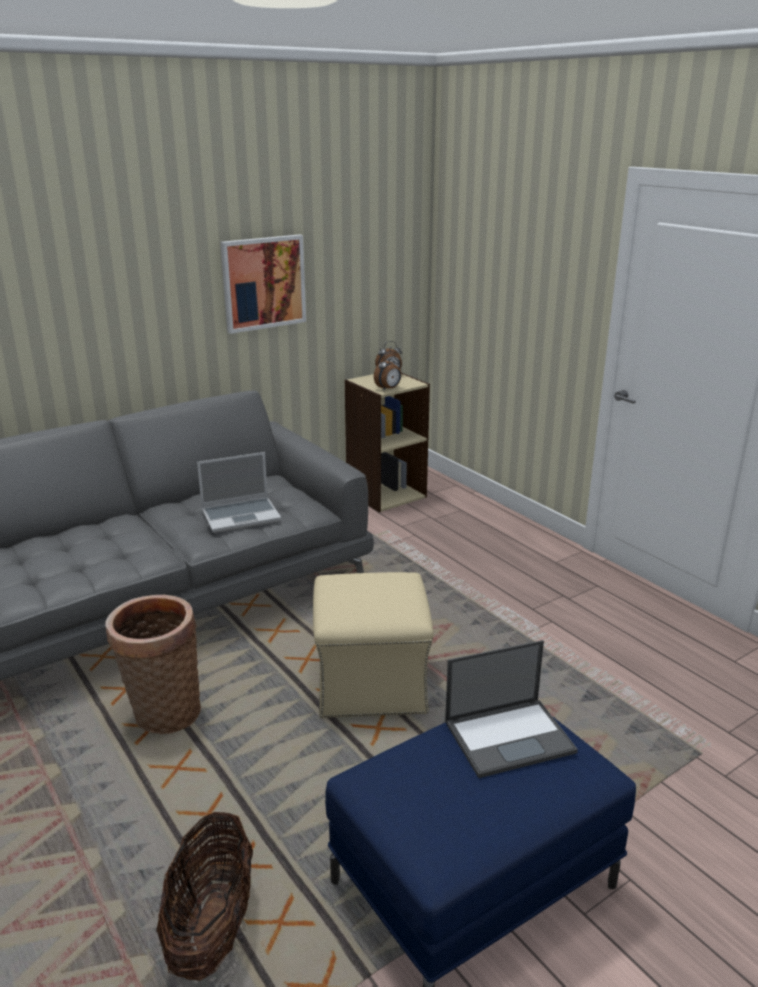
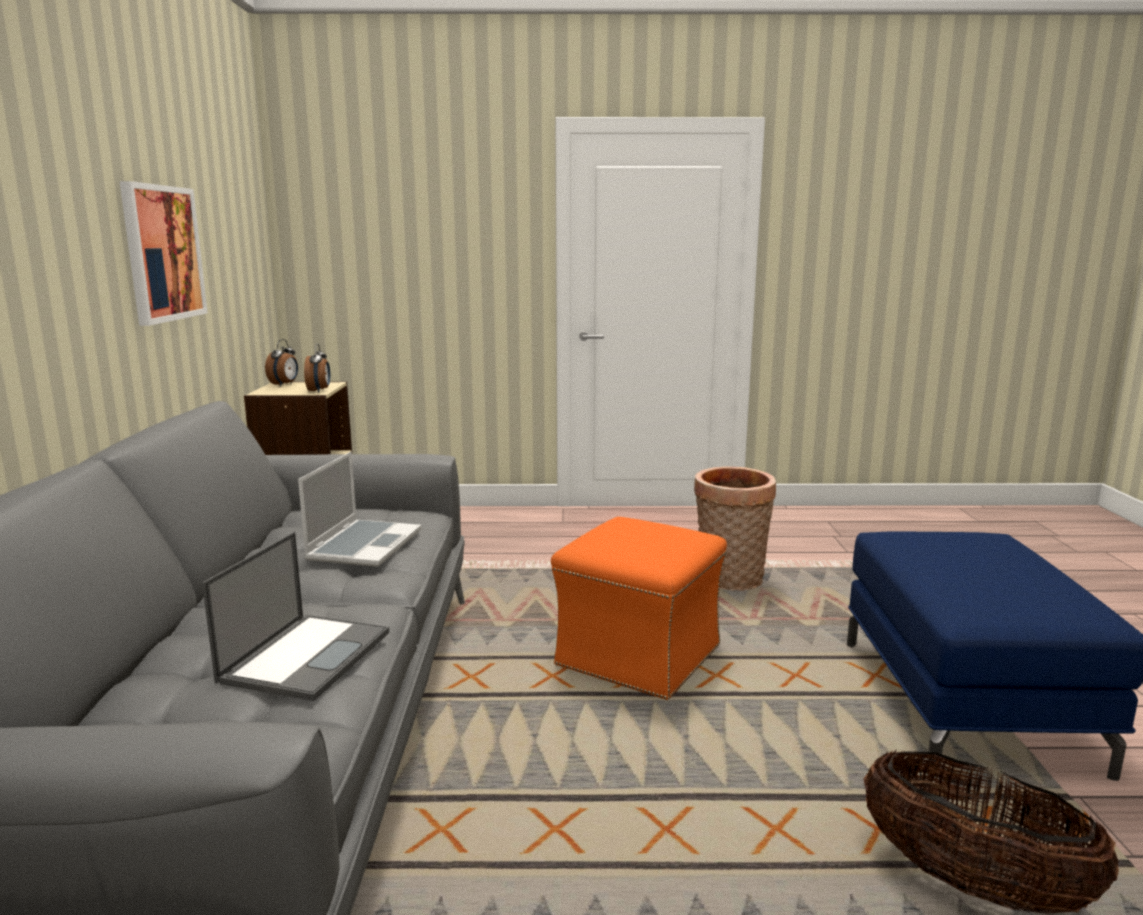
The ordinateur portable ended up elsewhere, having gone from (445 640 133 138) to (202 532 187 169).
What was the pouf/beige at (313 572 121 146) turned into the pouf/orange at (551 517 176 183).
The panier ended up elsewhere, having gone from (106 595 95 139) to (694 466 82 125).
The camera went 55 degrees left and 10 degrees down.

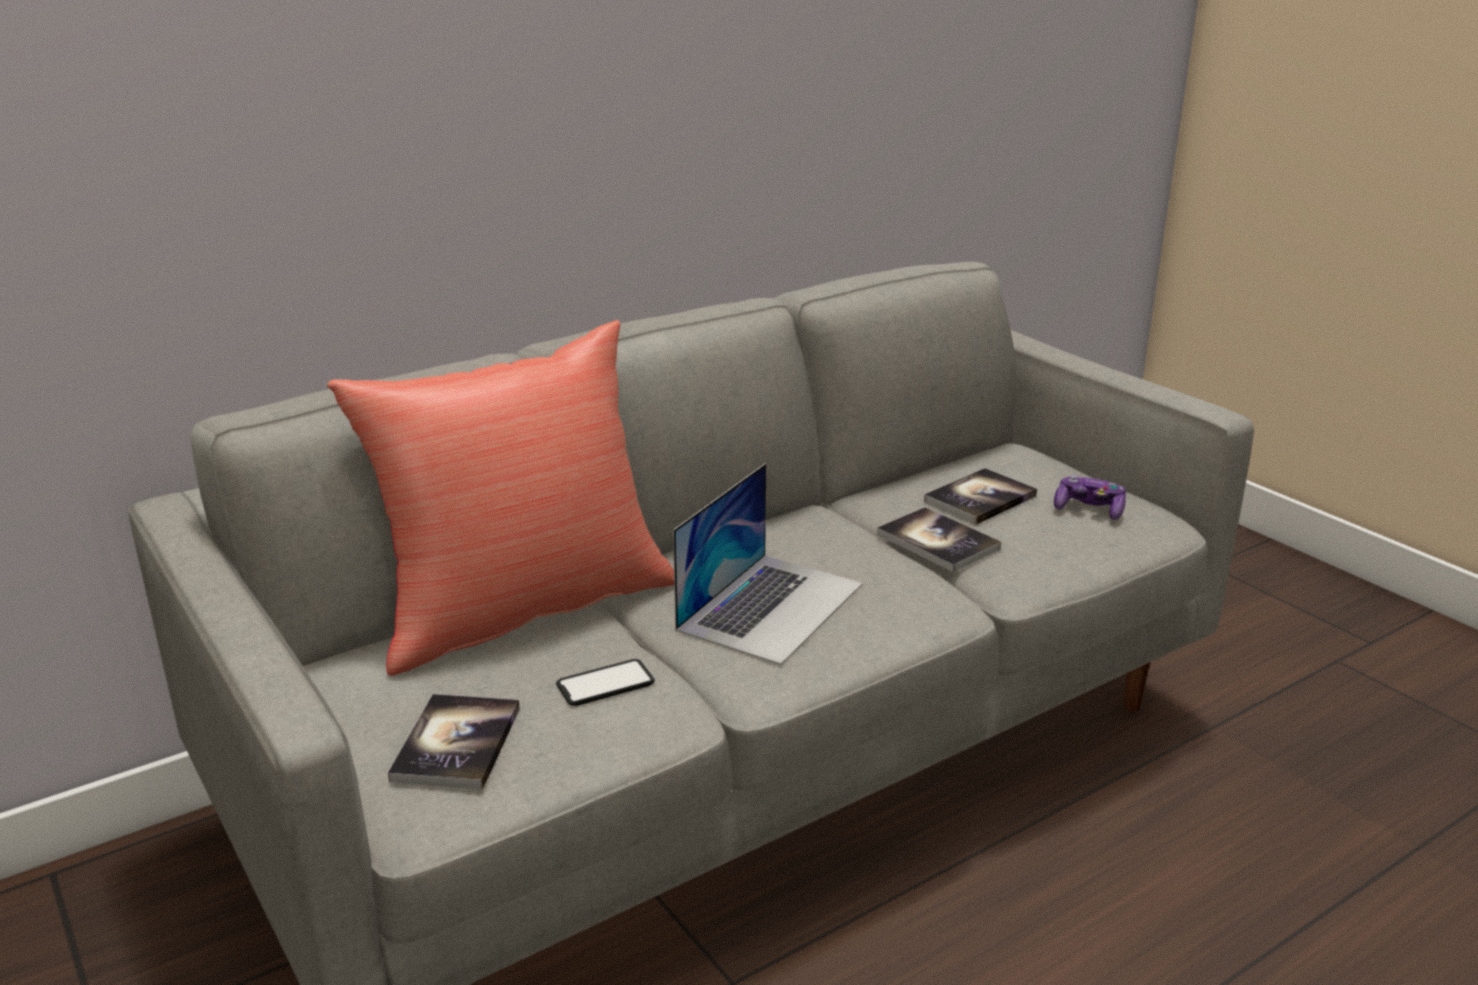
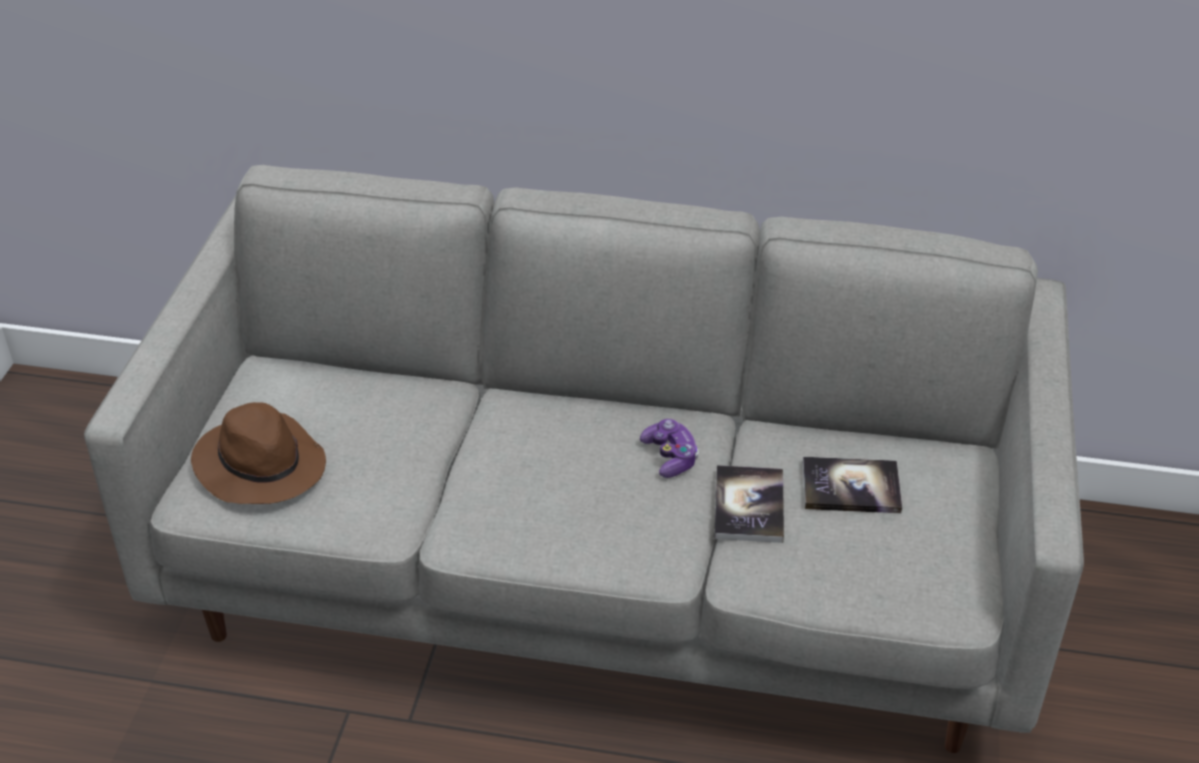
Where the livre stood at (388 694 132 96), the chapeau/marron came to stand at (191 402 135 102).
The manette ended up elsewhere, having gone from (1054 475 72 45) to (640 419 59 59).
The second view lost the coussin/rouge at (327 320 347 356).
The second view lost the téléphone at (556 659 99 47).
The second view lost the ordinateur portable at (673 463 190 202).
The camera went 45 degrees right and 15 degrees up.

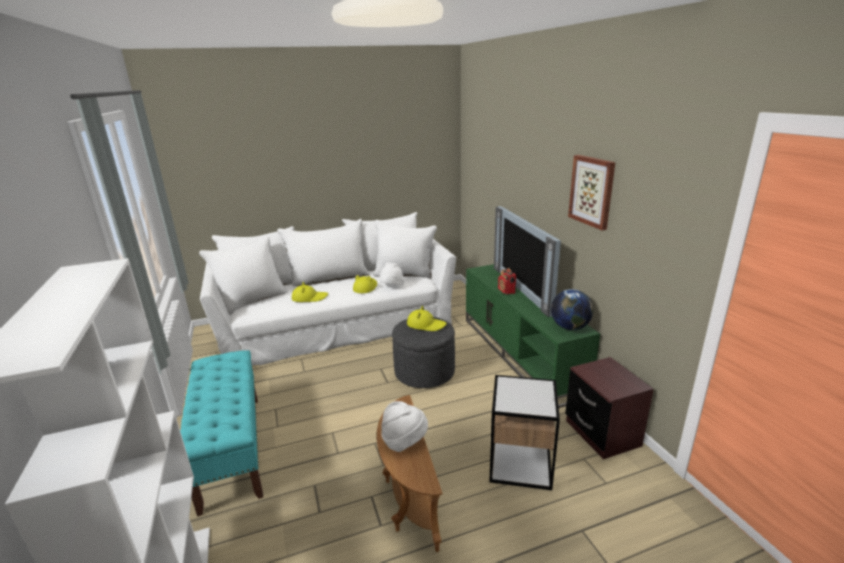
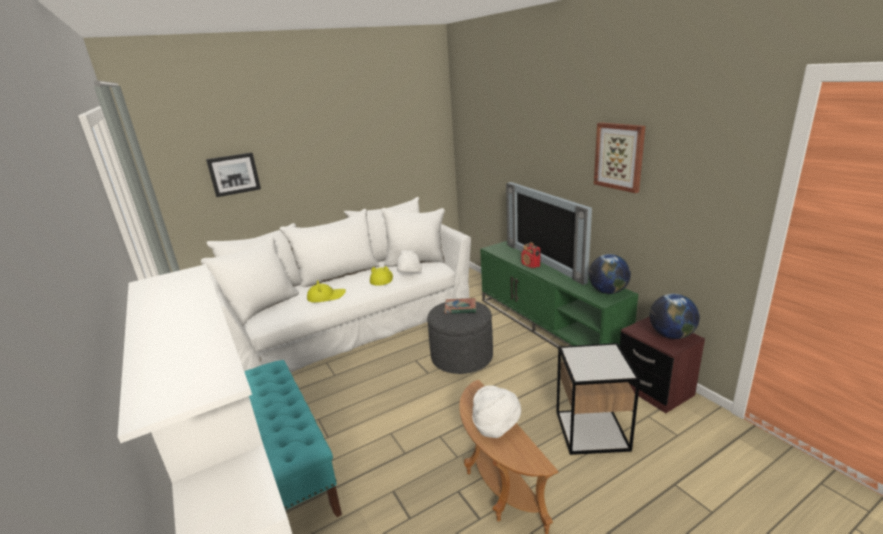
The second view gained the tableau at (206 152 55 45).
Where the chapeau/jaune stood at (407 306 40 25), the livre came to stand at (444 298 32 16).
The second view gained the globe at (650 294 50 45).
The camera went 10 degrees left and 0 degrees up.

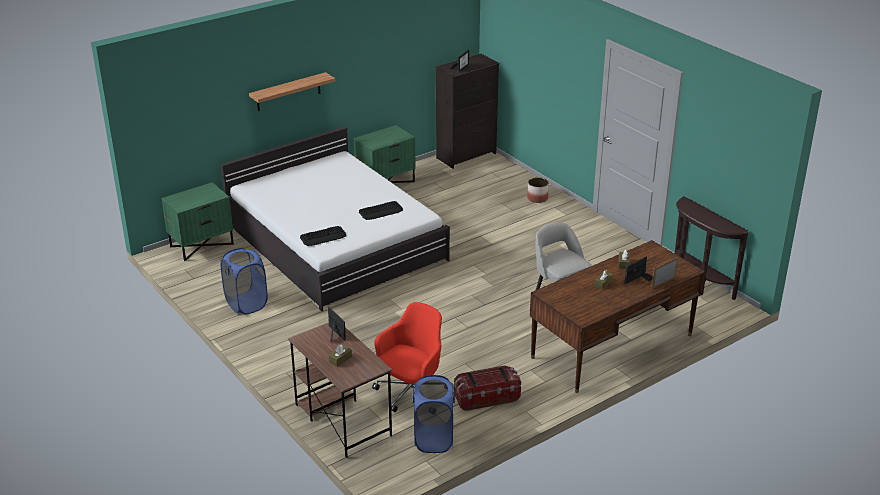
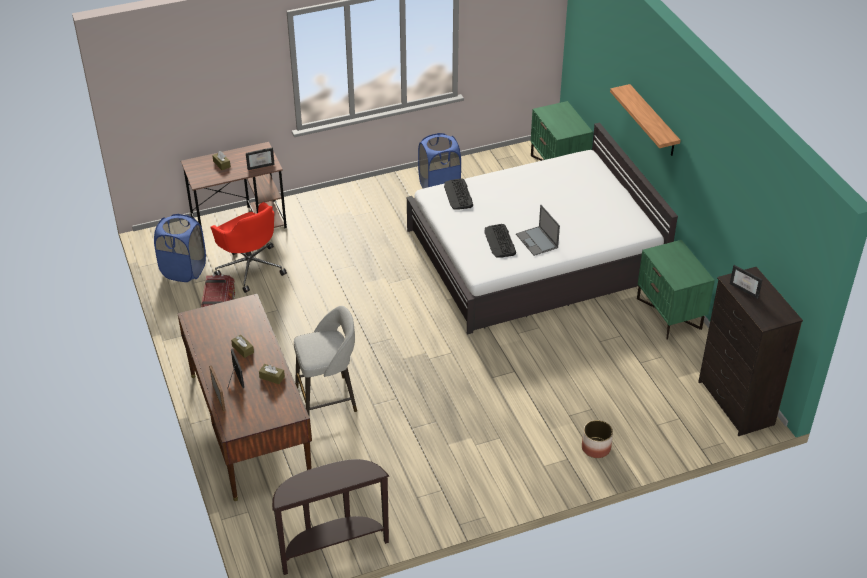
The second view gained the ordinateur portable at (516 205 44 51).
The camera went 105 degrees right and 10 degrees up.

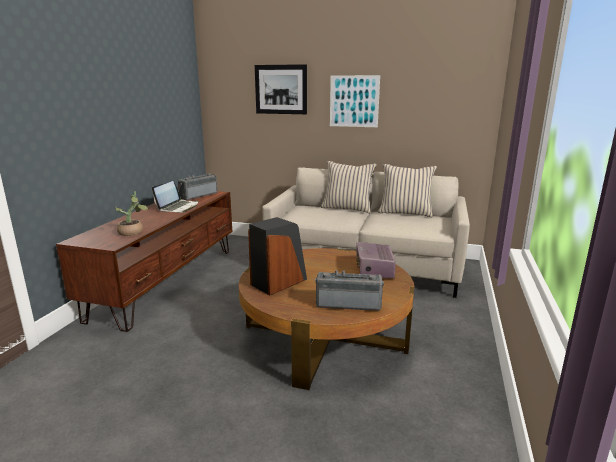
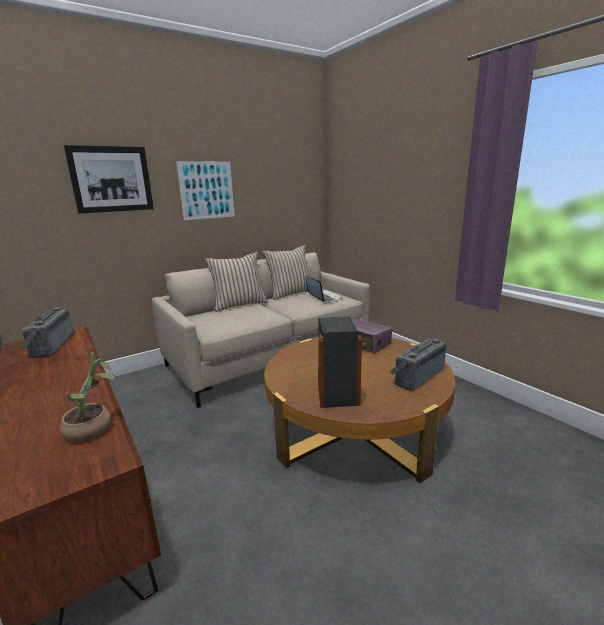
The ordinateur portable ended up elsewhere, having gone from (152 181 46 32) to (306 276 36 27).
The camera went 50 degrees left and 0 degrees up.

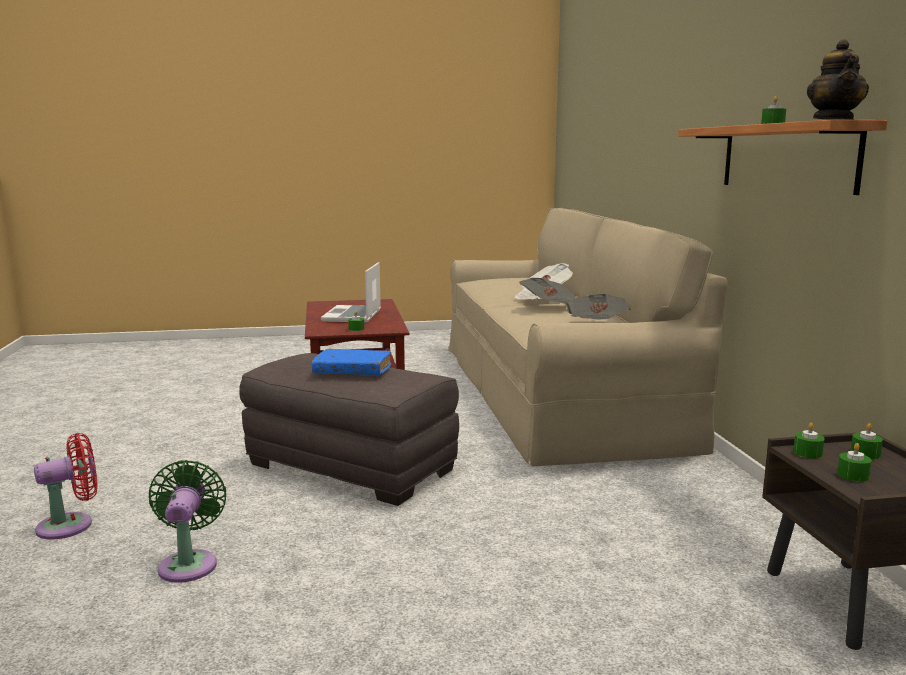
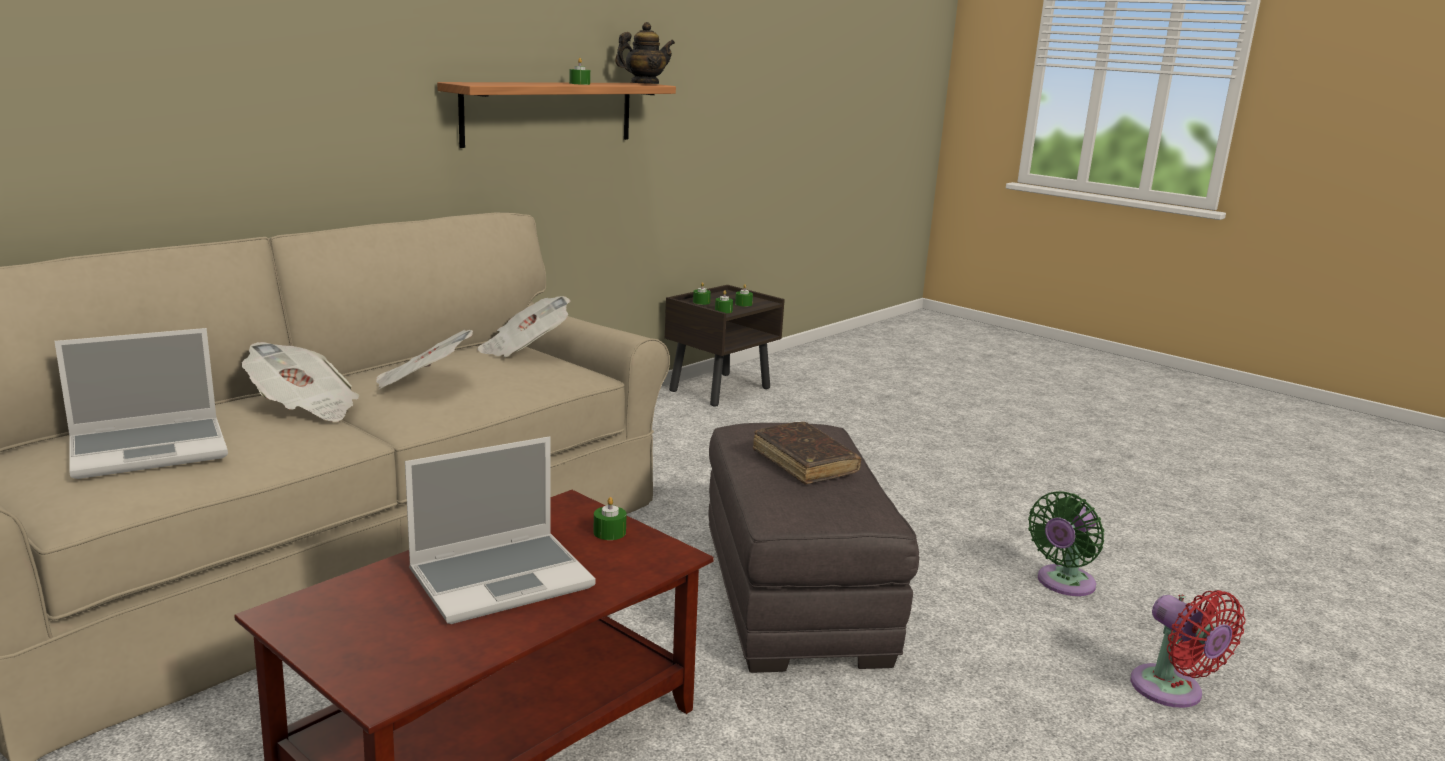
The second view gained the ordinateur portable at (54 328 174 151).
What was the livre/bleu at (312 349 79 26) turned into the livre/marron at (753 422 108 62).
The ventilateur/rouge at (34 433 63 107) ended up facing another way, 135 degrees counterclockwise from before.
The camera went 130 degrees left and 5 degrees up.

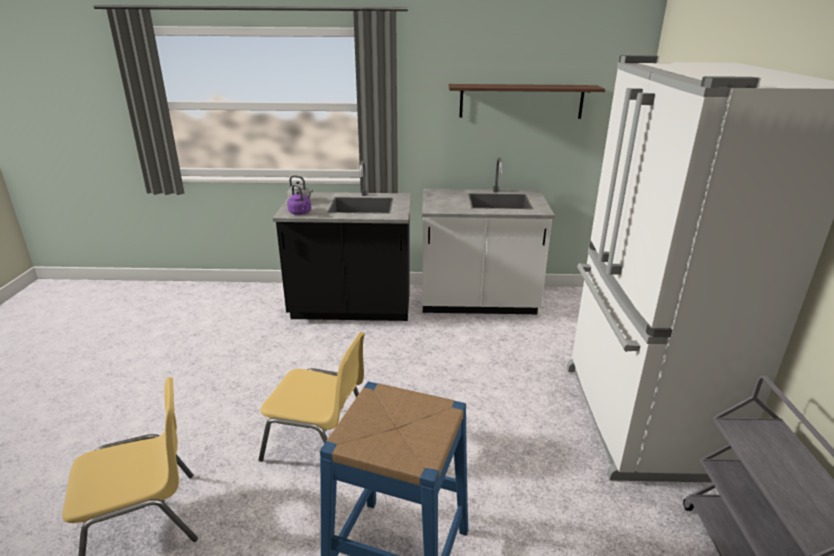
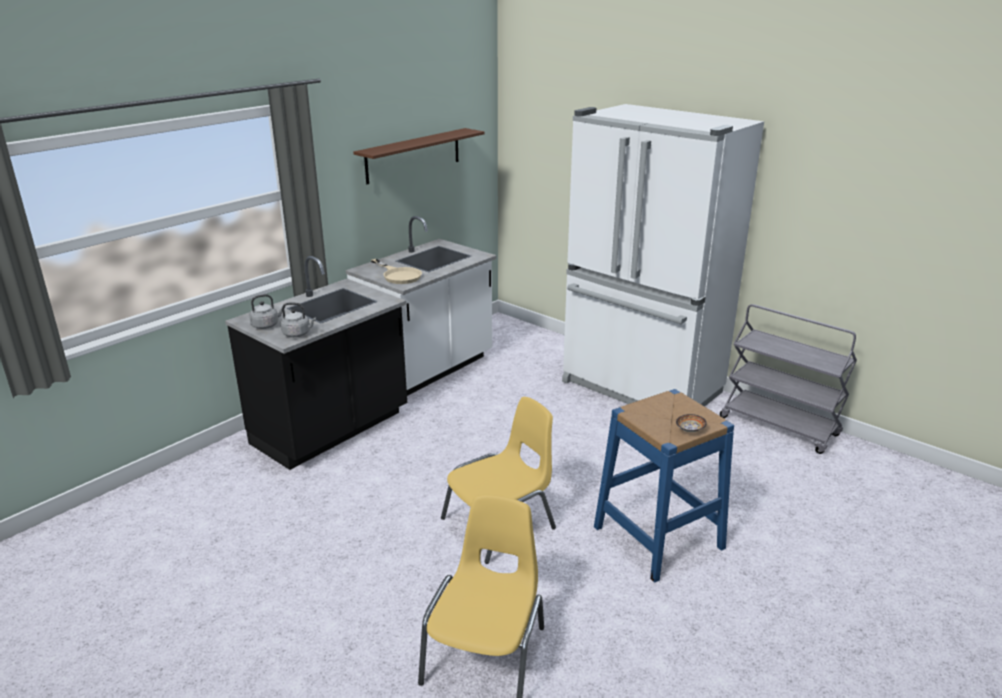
What was the bouilloire/violet at (287 185 24 30) turned into the bouilloire/gris at (281 303 35 34).
The second view gained the poêle/beige at (371 259 51 25).
The second view gained the bol at (676 414 31 18).
The camera went 50 degrees left and 0 degrees up.

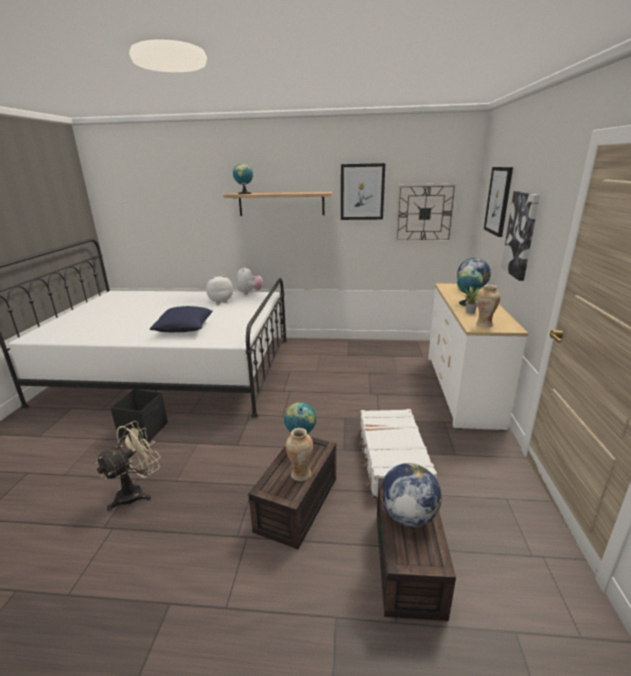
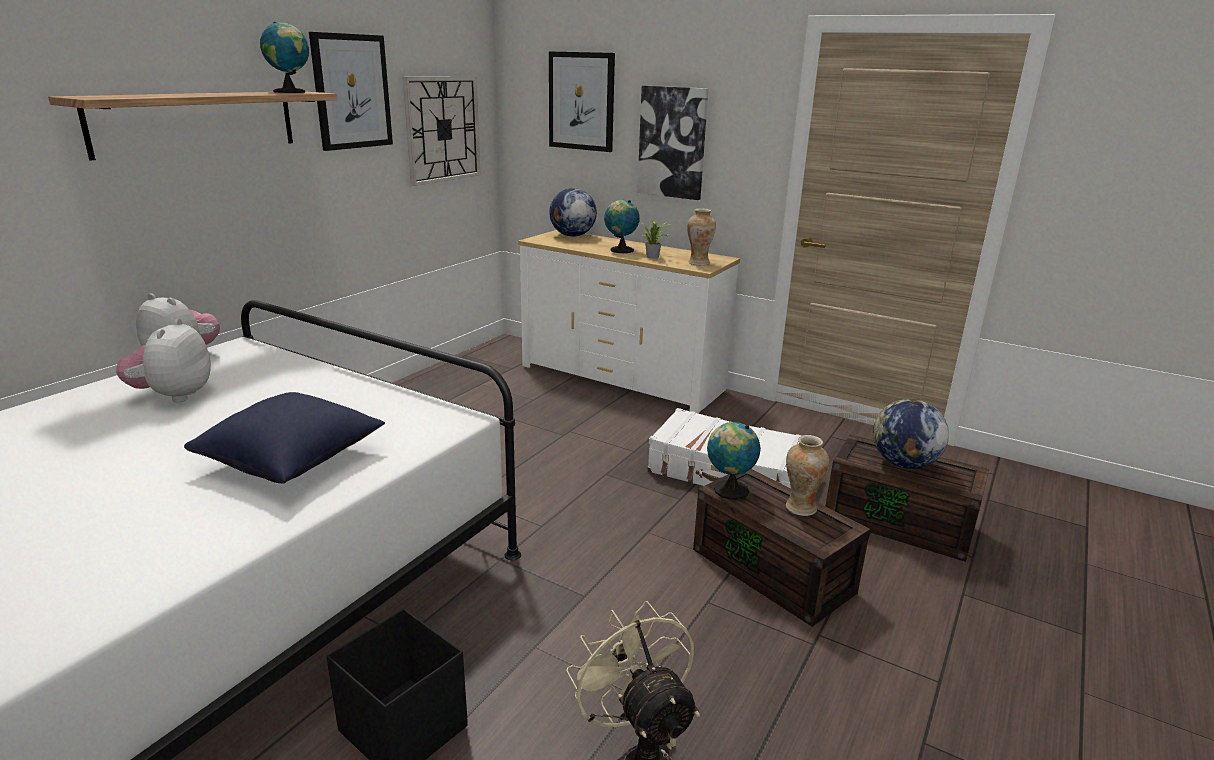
The globe ended up elsewhere, having gone from (233 163 20 31) to (260 22 49 71).
The camera went 65 degrees left and 0 degrees up.

